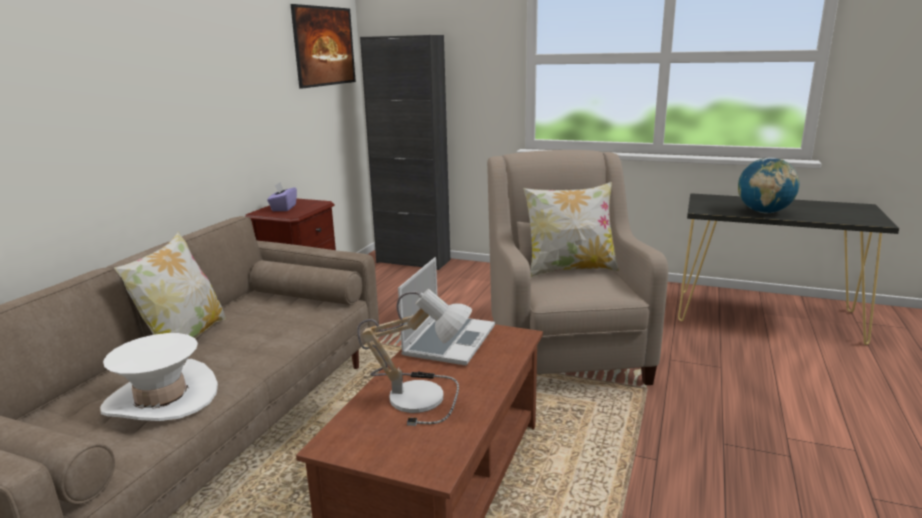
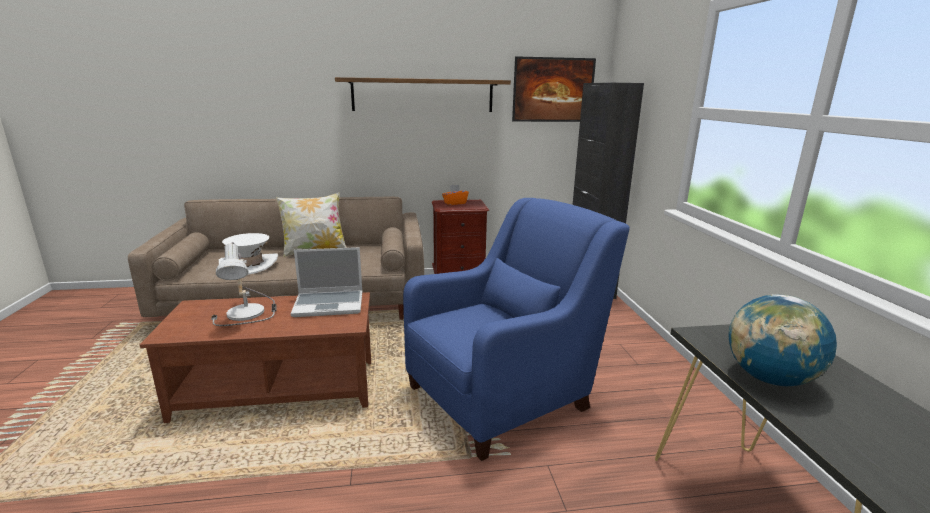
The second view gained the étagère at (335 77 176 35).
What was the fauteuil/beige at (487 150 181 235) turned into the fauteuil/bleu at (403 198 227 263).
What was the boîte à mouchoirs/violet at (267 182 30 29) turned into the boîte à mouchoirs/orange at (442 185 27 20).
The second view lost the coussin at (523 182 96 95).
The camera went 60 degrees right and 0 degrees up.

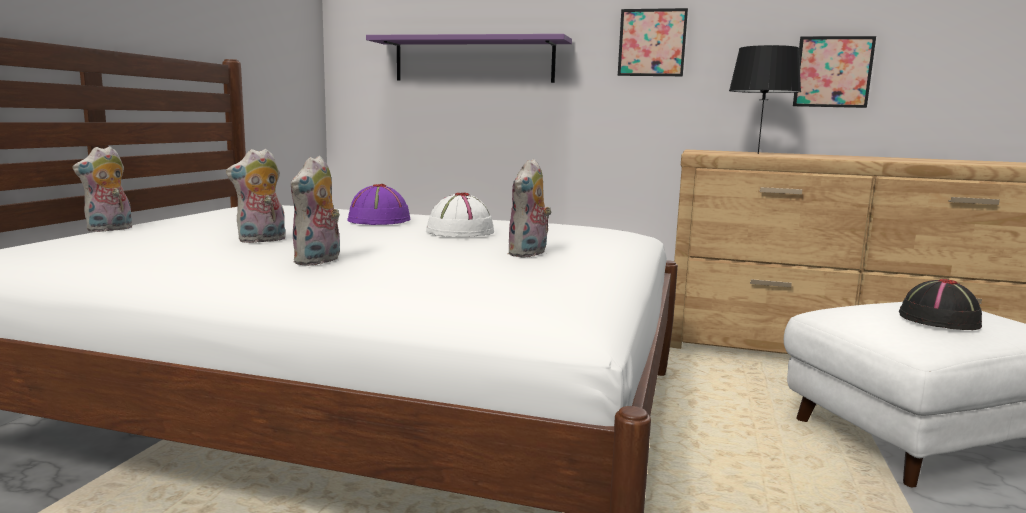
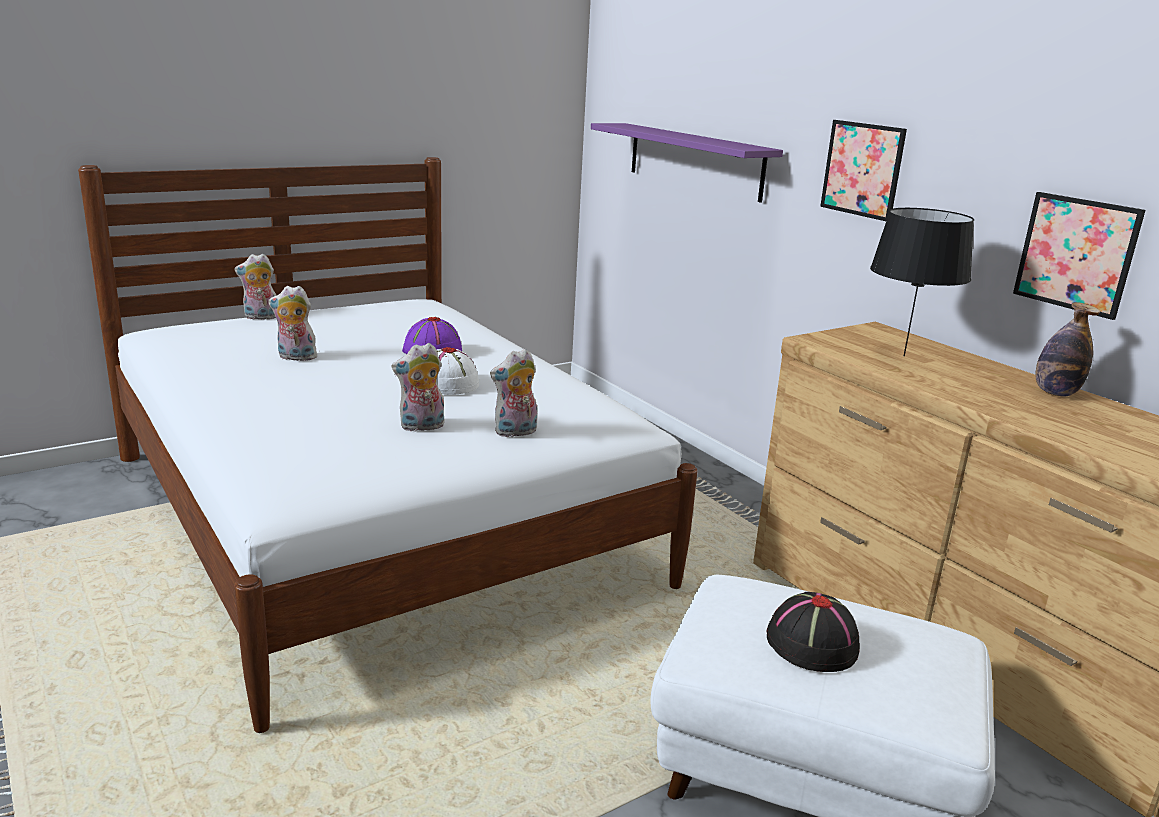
The peluche ended up elsewhere, having gone from (291 156 49 110) to (490 349 47 89).
The second view gained the bouteille at (1035 302 65 95).
The camera went 40 degrees right and 10 degrees up.

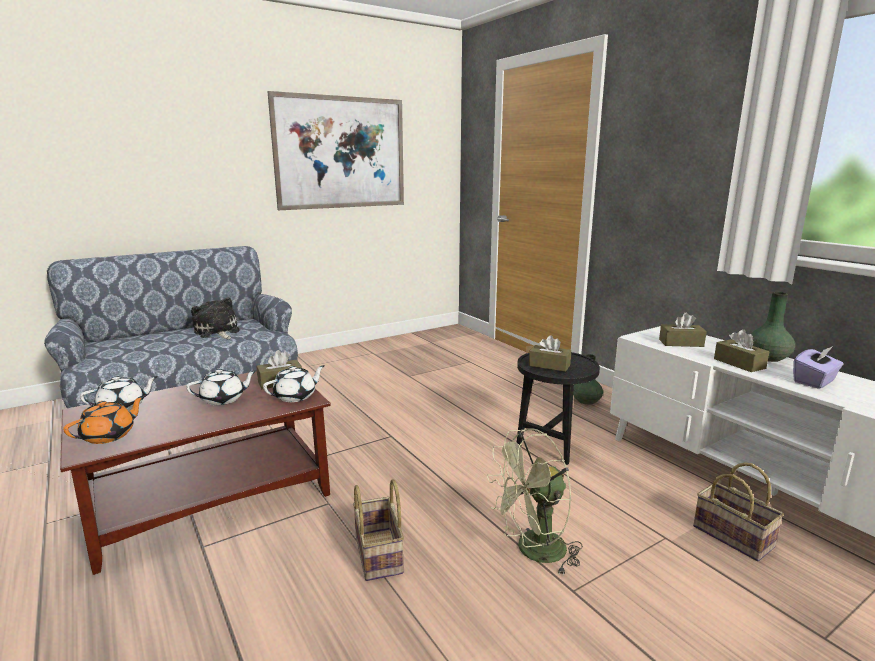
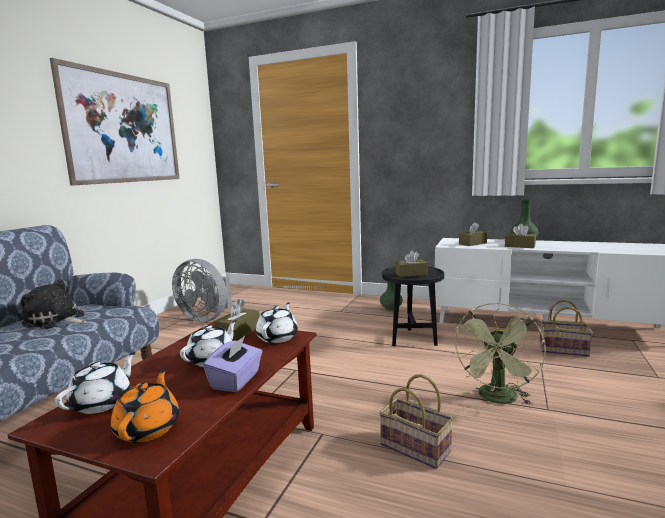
The second view gained the ventilateur/gris at (172 259 60 63).
The boîte à mouchoirs/violet ended up elsewhere, having gone from (793 346 51 43) to (203 336 59 56).
The camera went 35 degrees left and 5 degrees down.

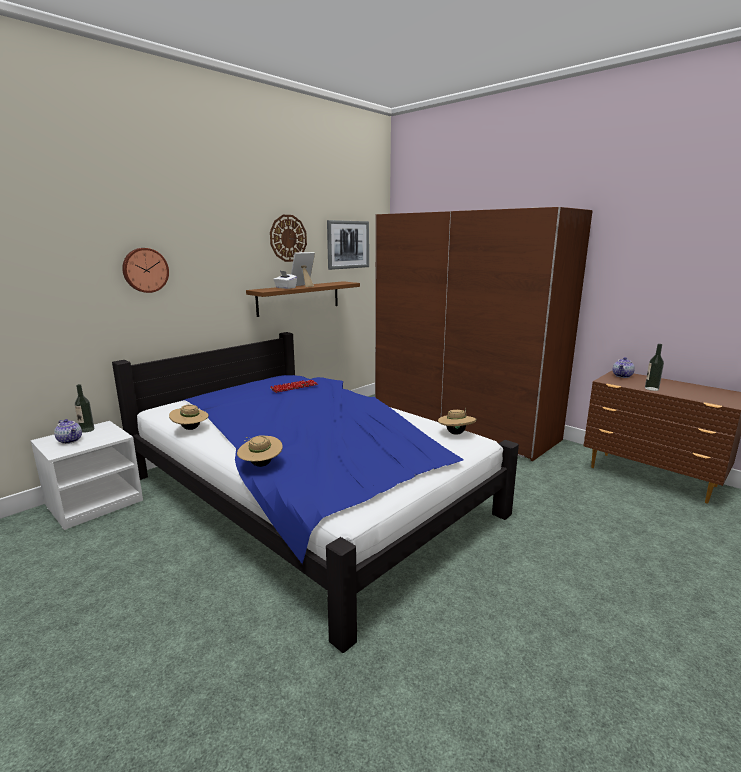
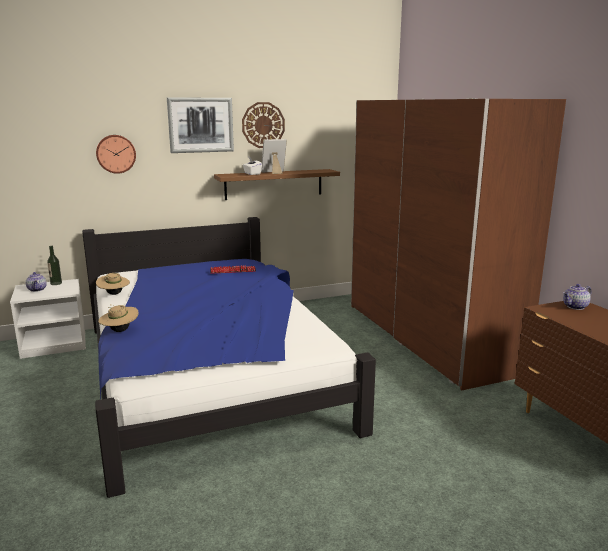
The tableau ended up elsewhere, having gone from (327 220 42 50) to (167 98 67 55).
The second view lost the chapeau/beige at (438 408 38 27).
The second view lost the bouteille at (645 344 19 47).
The camera went 25 degrees right and 0 degrees up.

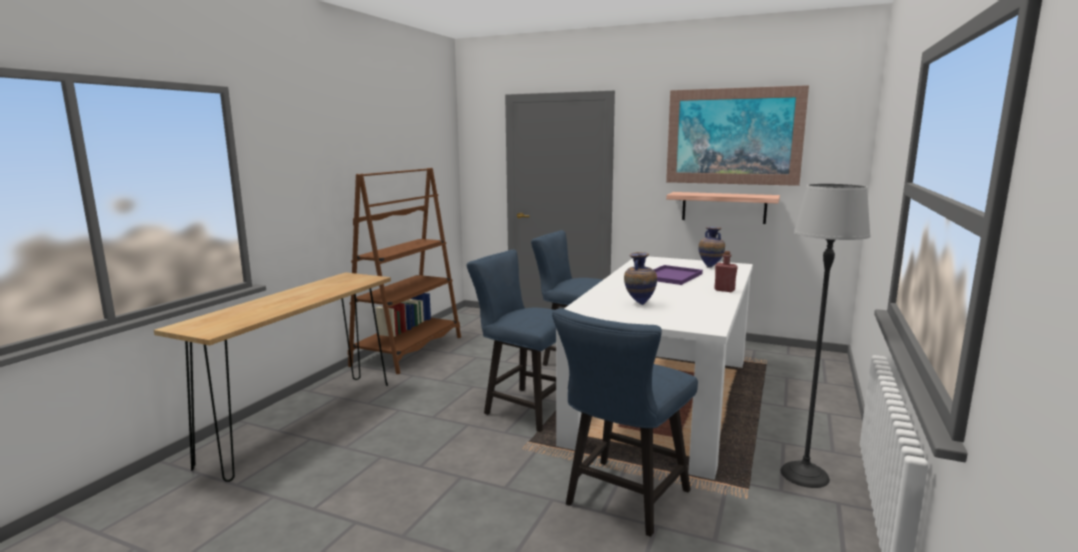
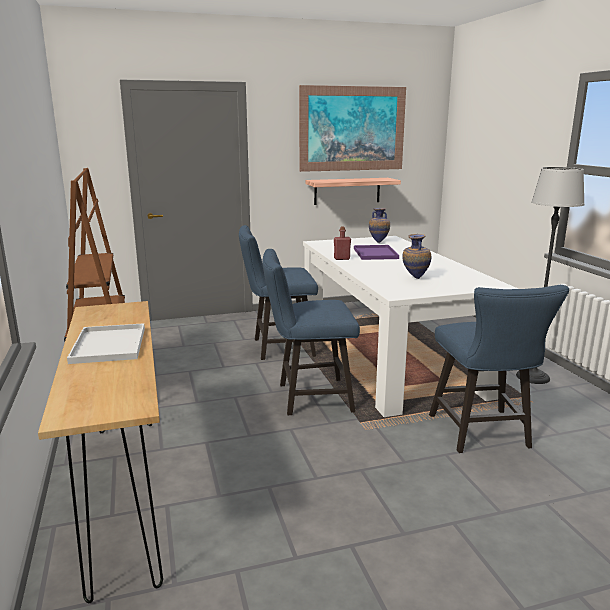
The second view gained the plateau/blanc at (67 323 78 41).
The bouteille/rouge ended up elsewhere, having gone from (714 251 24 41) to (334 226 17 34).
The camera went 40 degrees left and 5 degrees up.

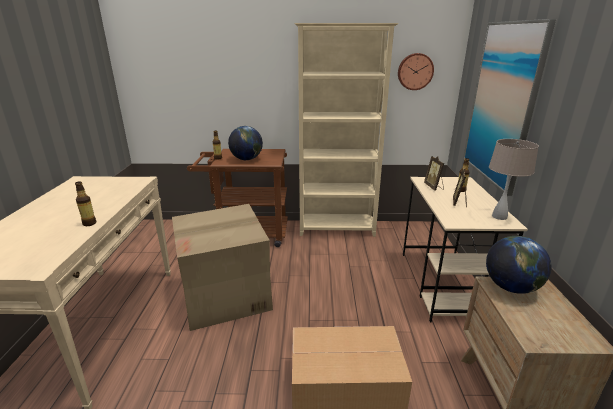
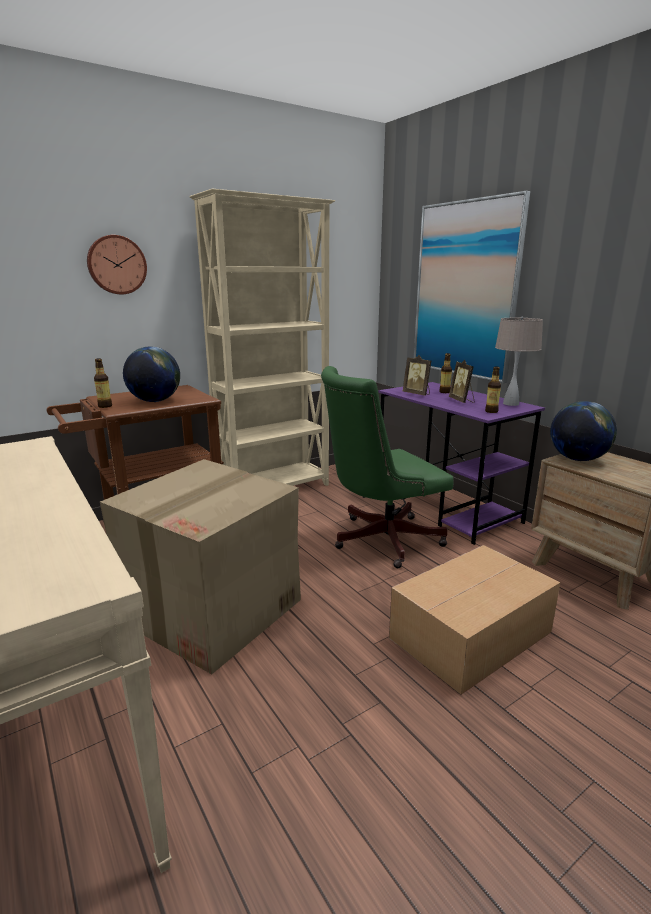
The horloge murale ended up elsewhere, having gone from (398 53 36 37) to (87 235 60 59).
The second view gained the chaise de bureau/vert at (321 366 132 202).
What was the bureau/beige at (403 177 125 145) turned into the bureau/violet at (378 382 167 163).
The bouteille ended up elsewhere, having gone from (75 181 21 45) to (485 367 16 46).
The camera went 35 degrees left and 5 degrees down.

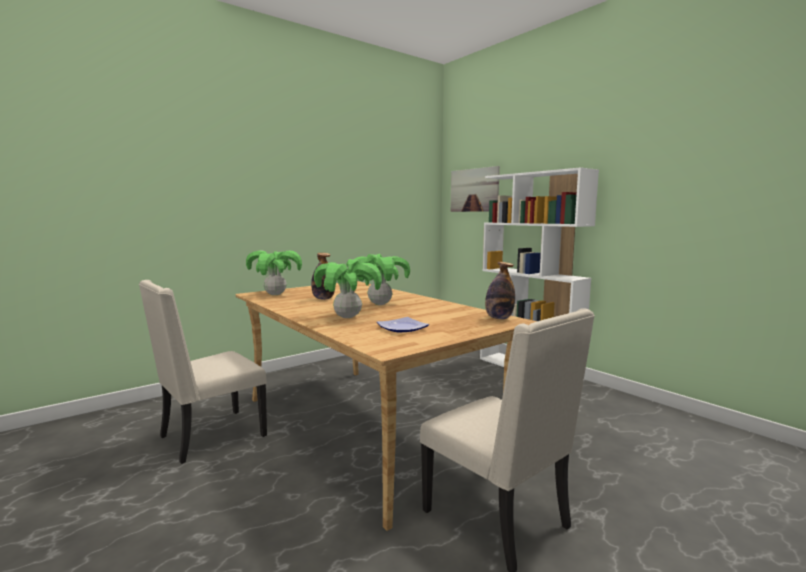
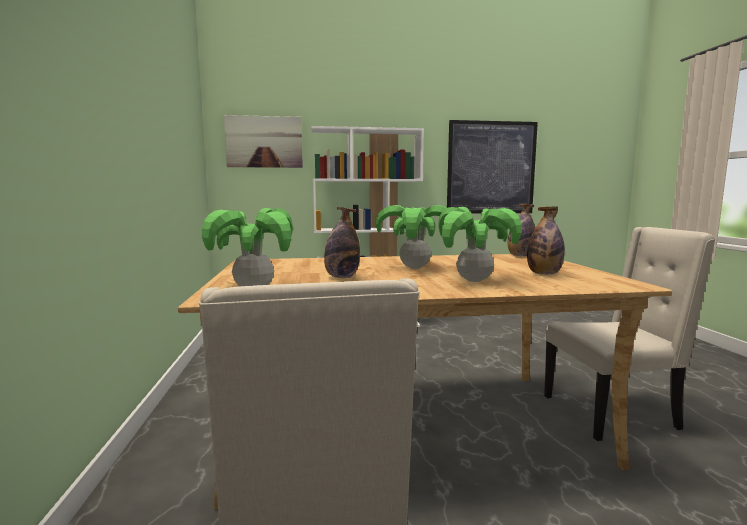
The second view gained the tableau at (447 120 91 94).
Where the assiette stood at (376 317 53 16), the bouteille came to stand at (527 206 38 69).
The camera went 60 degrees left and 0 degrees up.

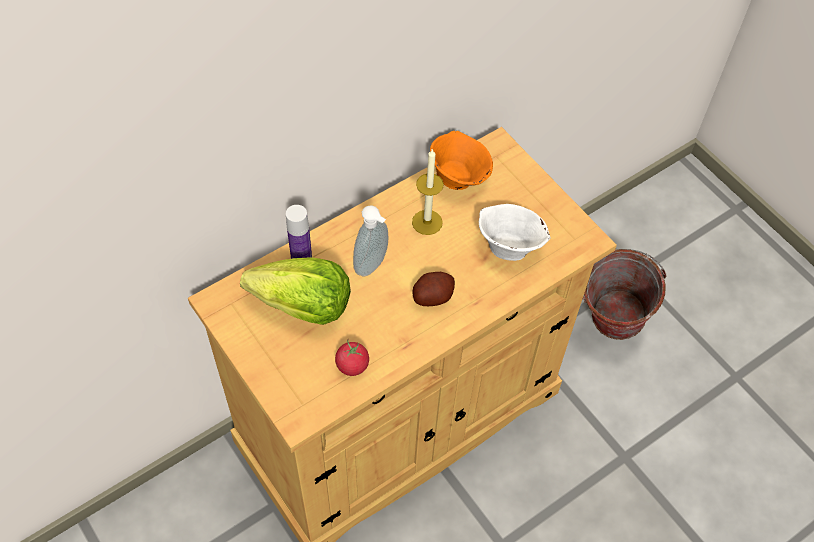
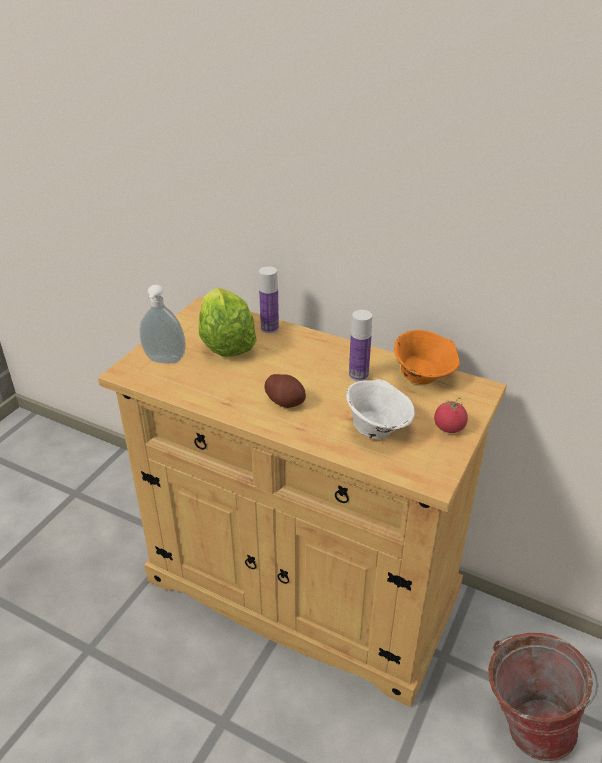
The distributeur de savon ended up elsewhere, having gone from (353 205 35 72) to (139 285 47 79).
Where the bougie stood at (412 148 32 87), the bouteille came to stand at (349 310 23 71).
The tomate ended up elsewhere, having gone from (335 339 34 37) to (434 398 34 35).
The camera went 65 degrees right and 20 degrees down.

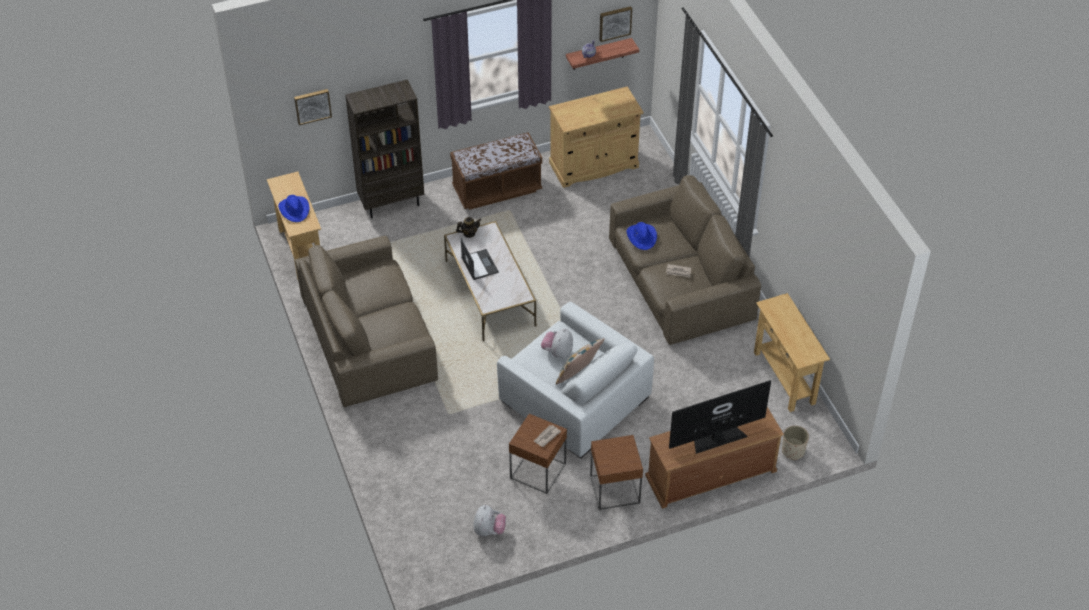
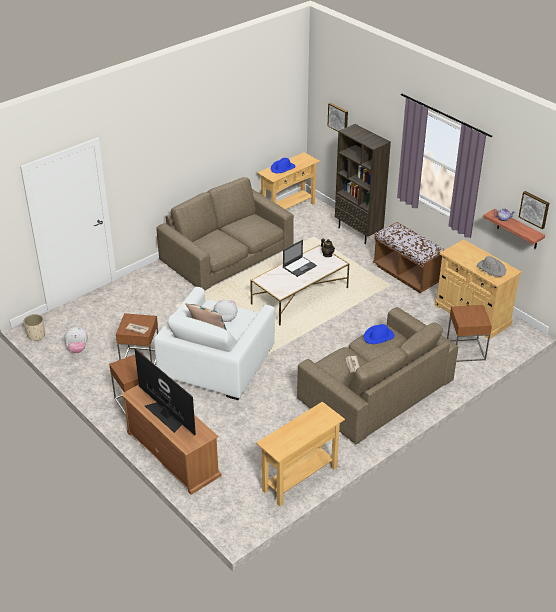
The cache-pot/beige ended up elsewhere, having gone from (782 426 27 34) to (24 314 21 27).
The second view gained the table d'appoint/marron at (447 305 45 57).
The second view gained the chapeau/gris at (477 256 29 21).
The camera went 70 degrees right and 10 degrees down.

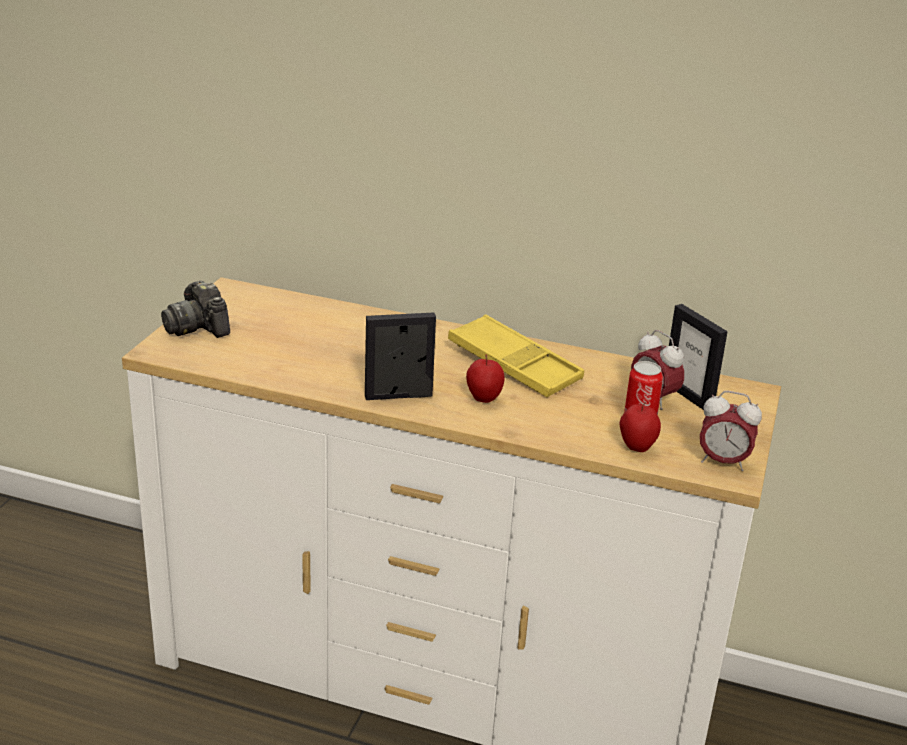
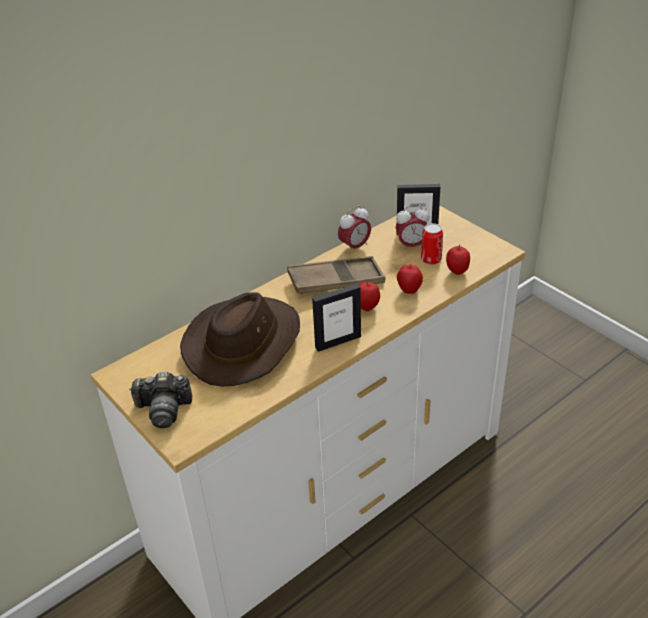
The second view gained the chapeau/marron at (180 292 120 94).
What was the plateau/jaune at (448 314 136 83) turned into the plateau/marron at (287 256 98 38).
The cadre photo at (365 312 71 88) ended up facing another way, 135 degrees counterclockwise from before.
The réveil ended up elsewhere, having gone from (700 391 62 80) to (338 205 33 49).
The second view gained the pomme at (397 263 26 31).
The camera went 55 degrees left and 10 degrees up.

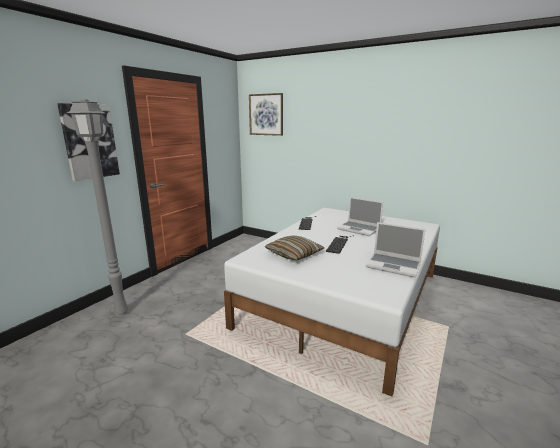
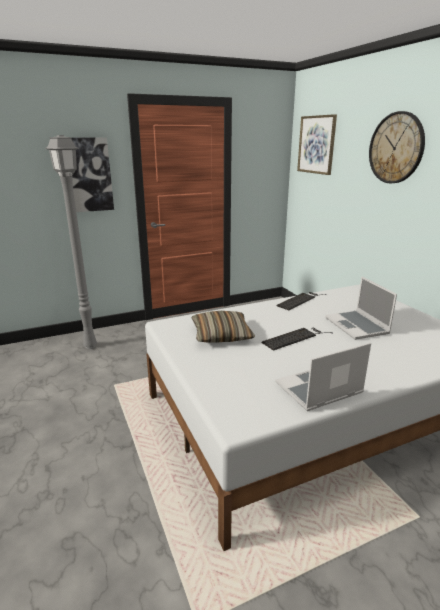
The ordinateur portable at (366 222 60 55) ended up facing another way, 90 degrees clockwise from before.
The second view gained the horloge murale at (369 111 56 72).
The camera went 35 degrees right and 5 degrees up.

